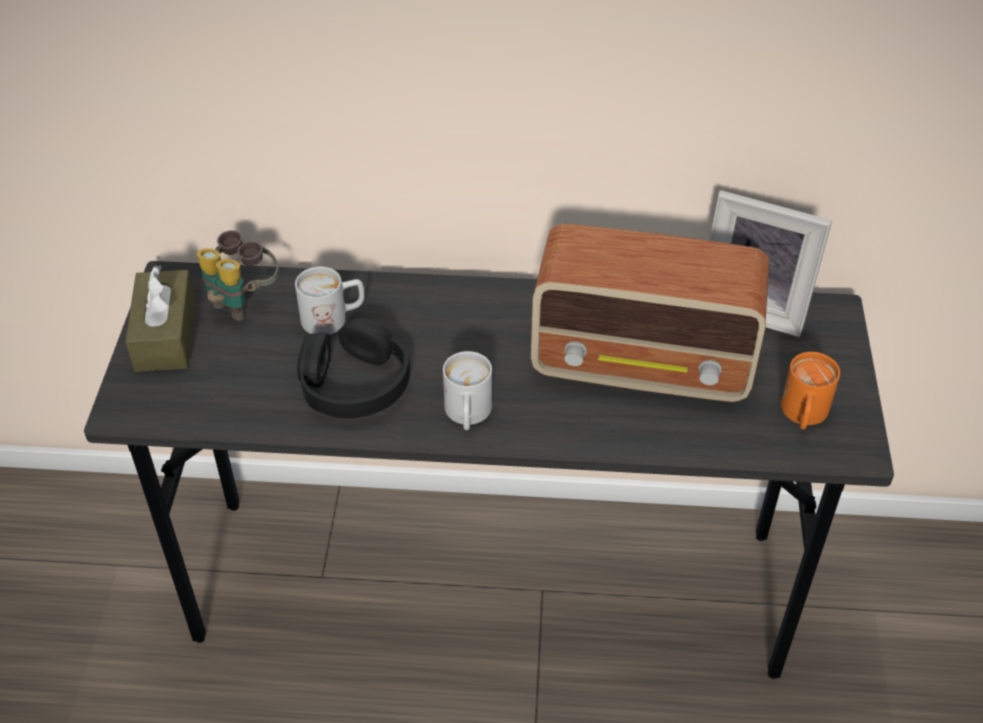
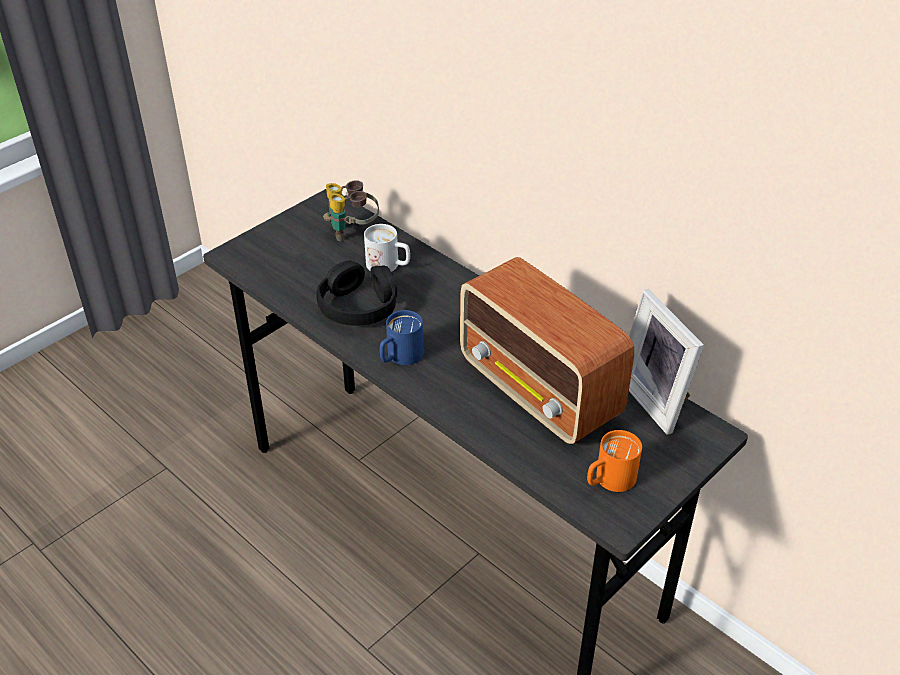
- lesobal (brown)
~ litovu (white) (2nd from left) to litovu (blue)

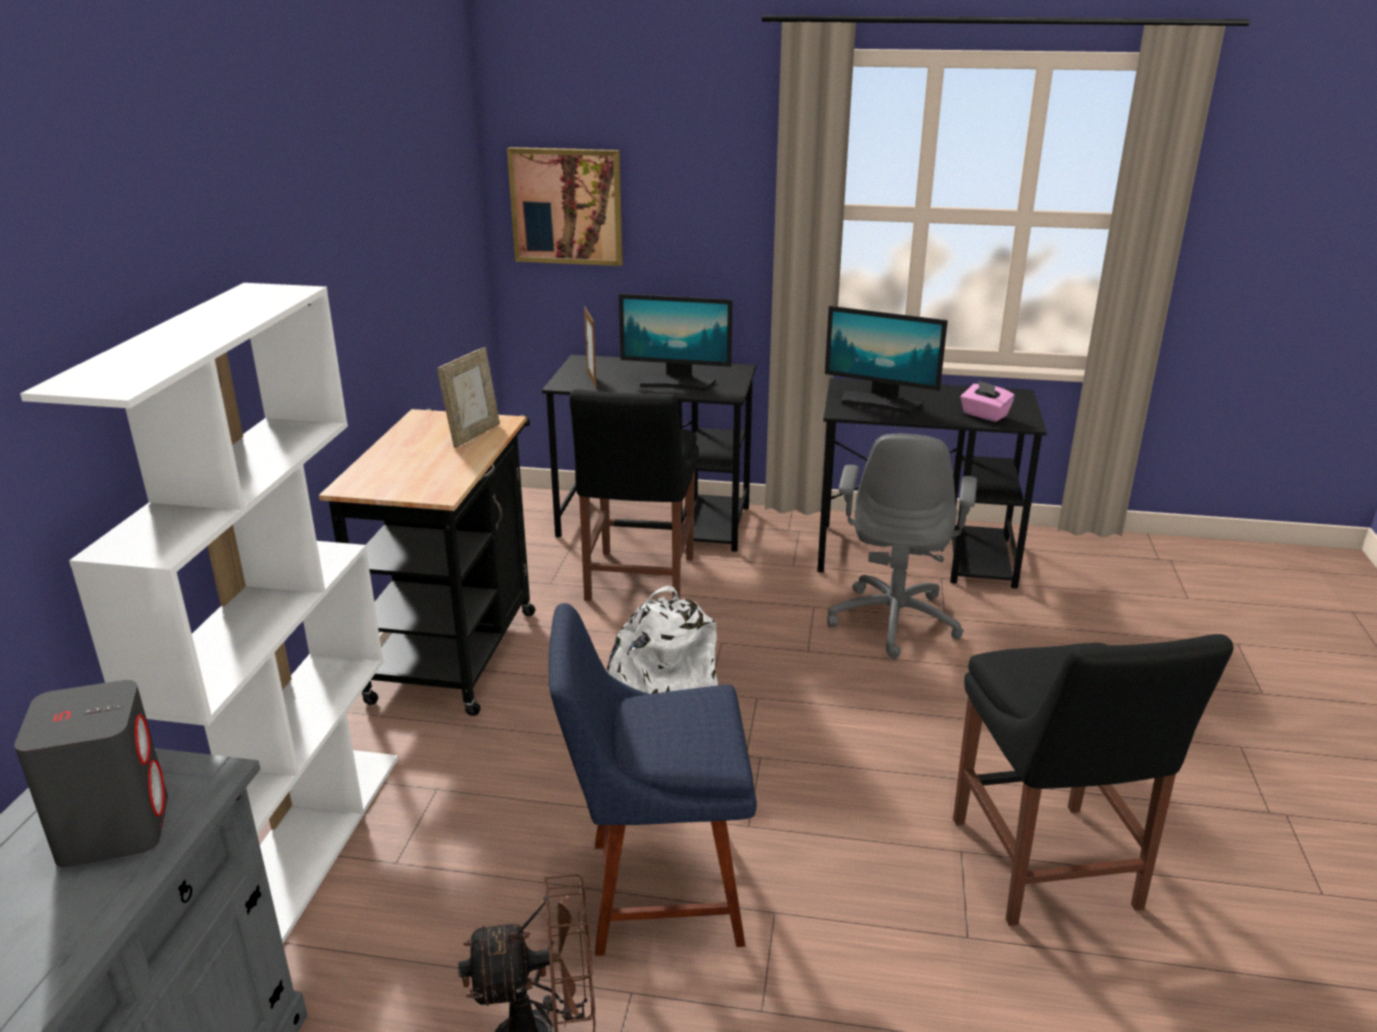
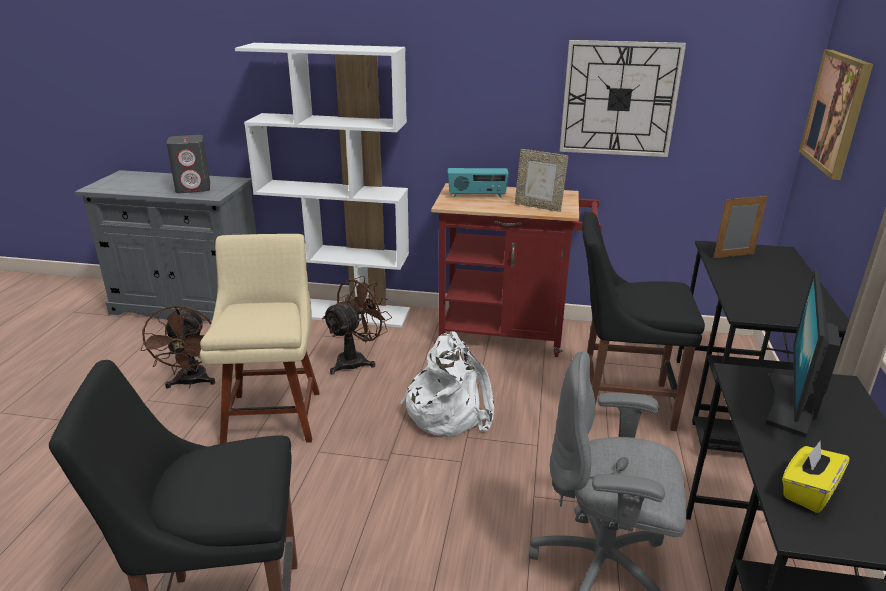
- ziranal (1st from left)
~ lesobal (pink) to lesobal (yellow)
~ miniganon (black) to miniganon (red)
~ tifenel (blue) to tifenel (beige)
+ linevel
+ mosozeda
+ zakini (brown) (2nd from left)

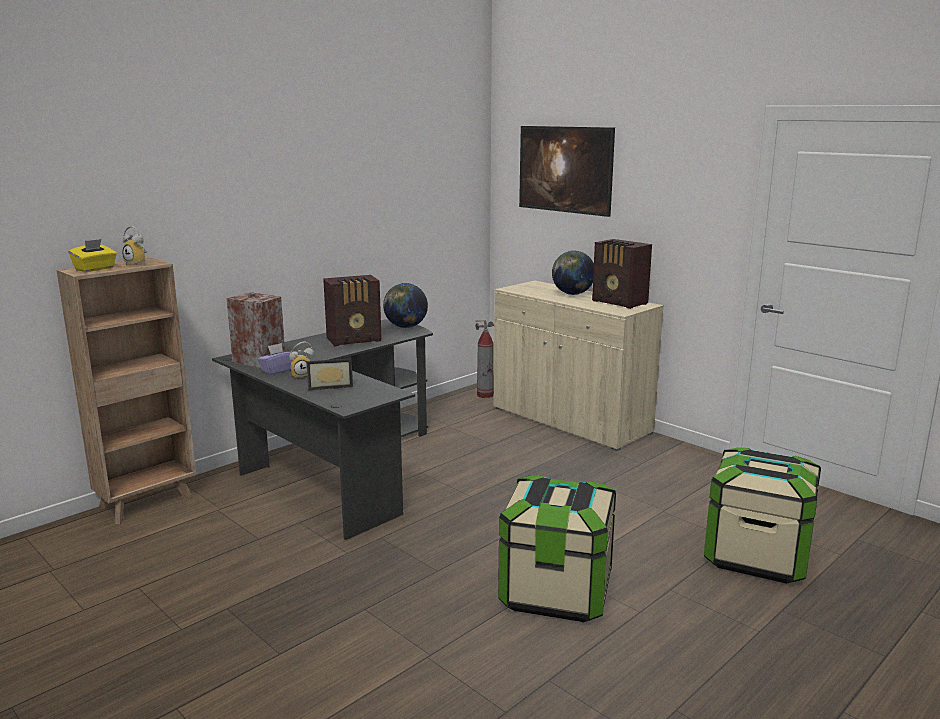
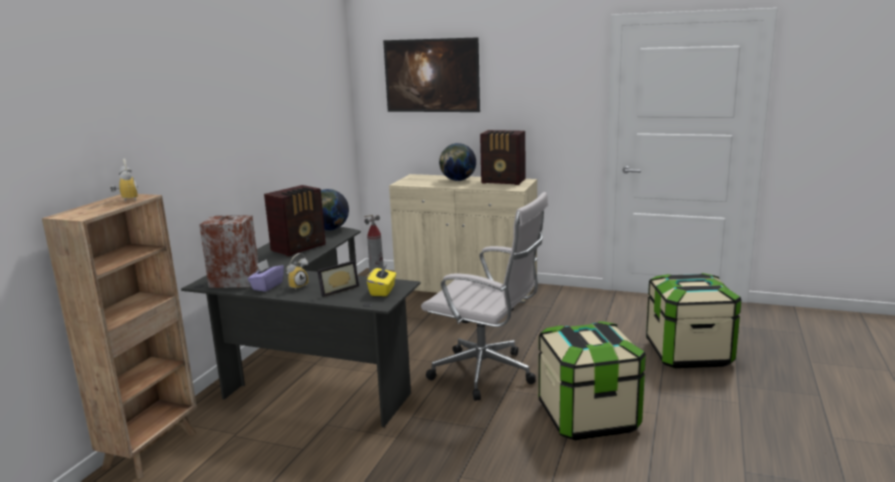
~ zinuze (1st from left) 120 degrees counterclockwise
~ lesobal (yellow)
+ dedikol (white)

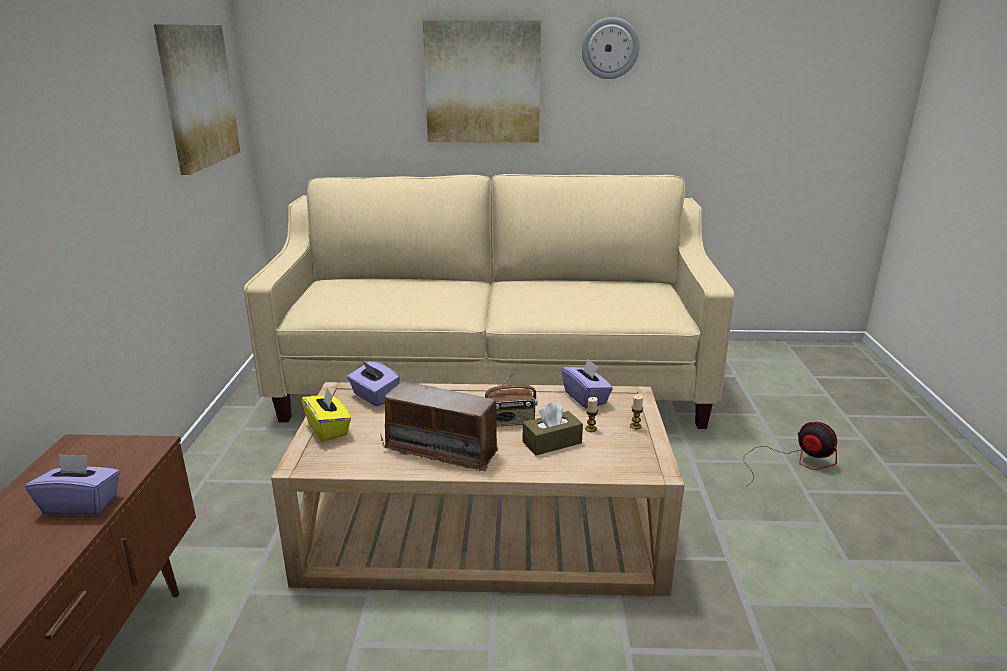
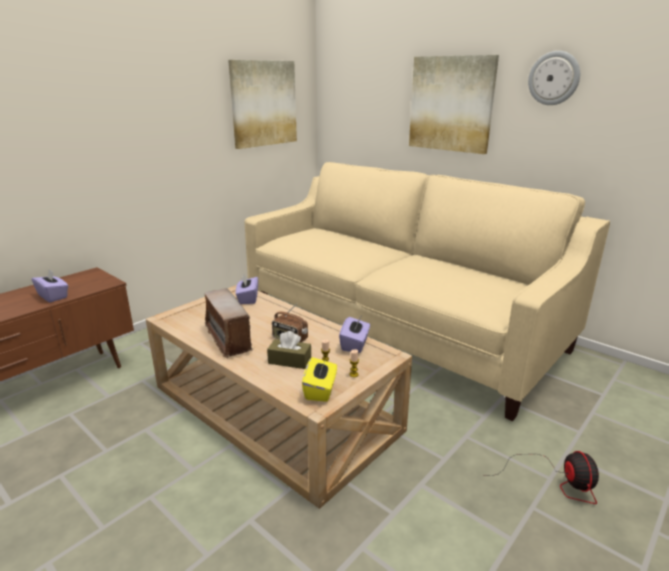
~ lesobal (yellow)

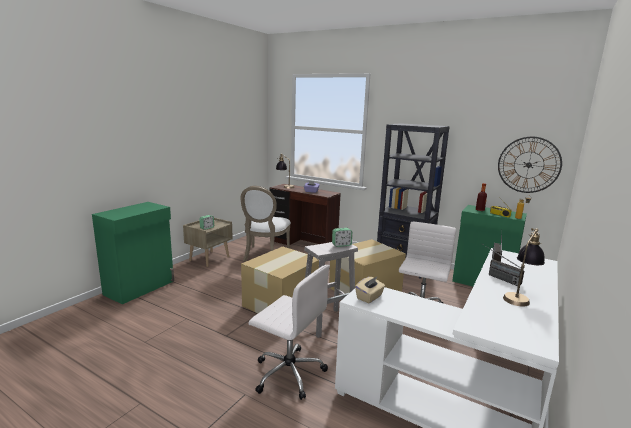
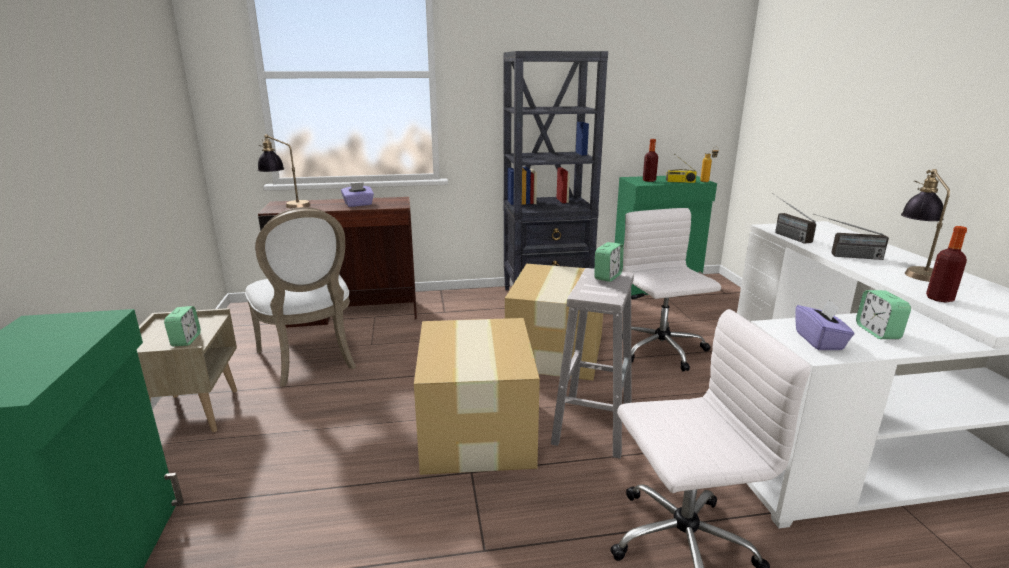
- linevel
~ lesobal (beige) to lesobal (purple) (2nd from left)
+ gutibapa (3rd from left)
+ zinuze (3rd from left)

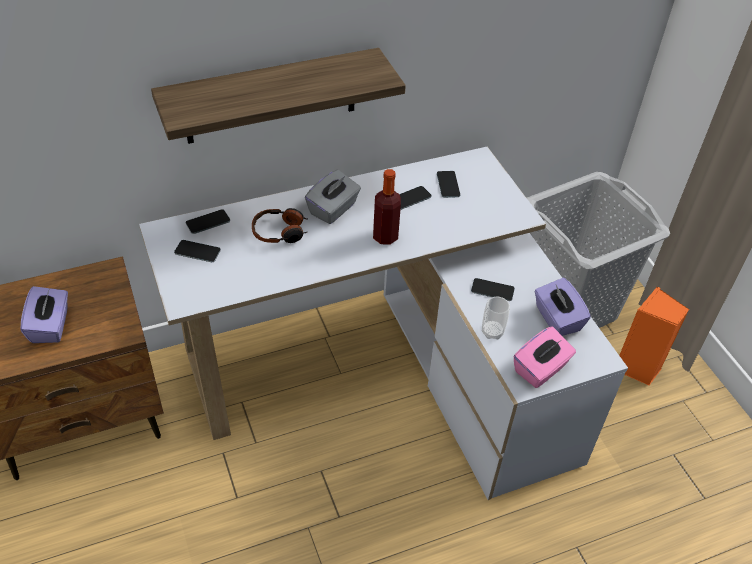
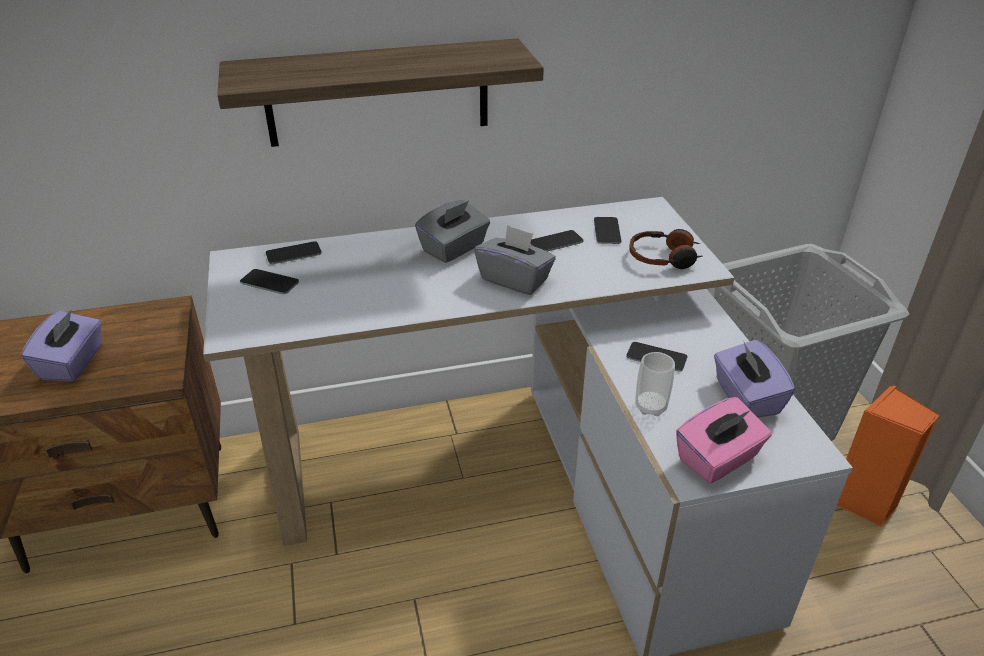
~ gutibapa to lesobal (grey) (2nd from left)
~ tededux

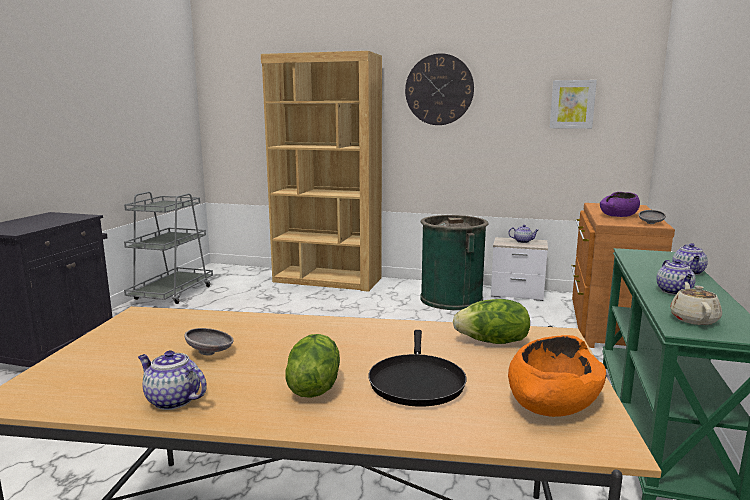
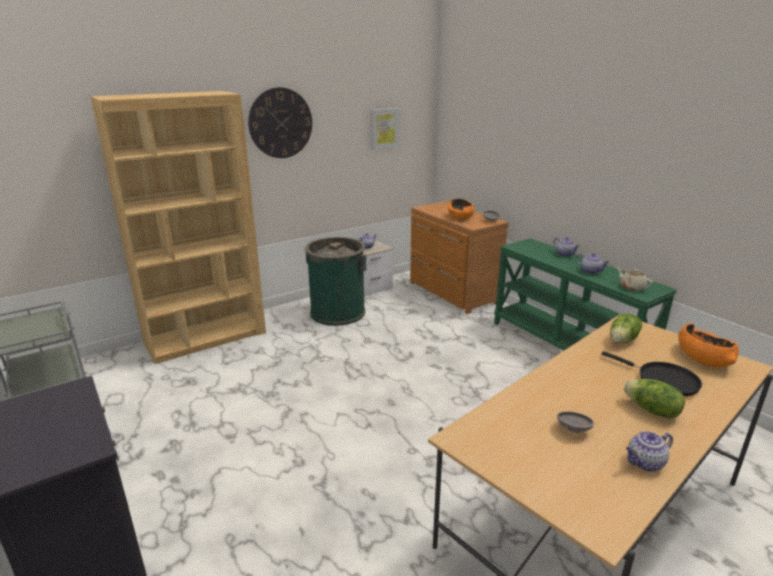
~ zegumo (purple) to zegumo (orange) (1st from left)

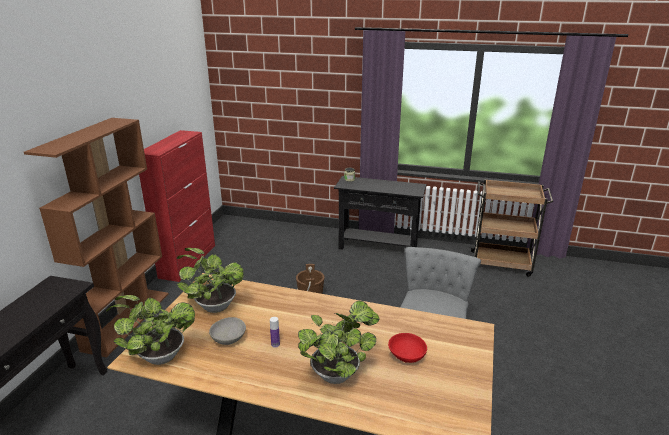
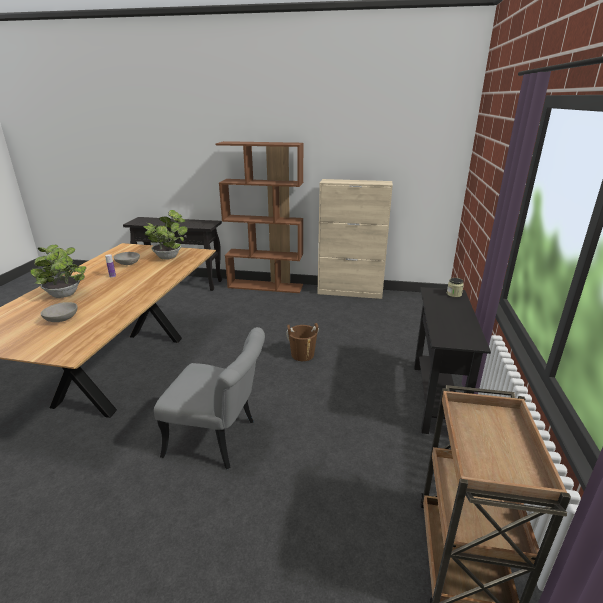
~ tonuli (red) to tonuli (beige)
- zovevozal (1st from left)
~ zegumo (red) to zegumo (grey) (1st from left)

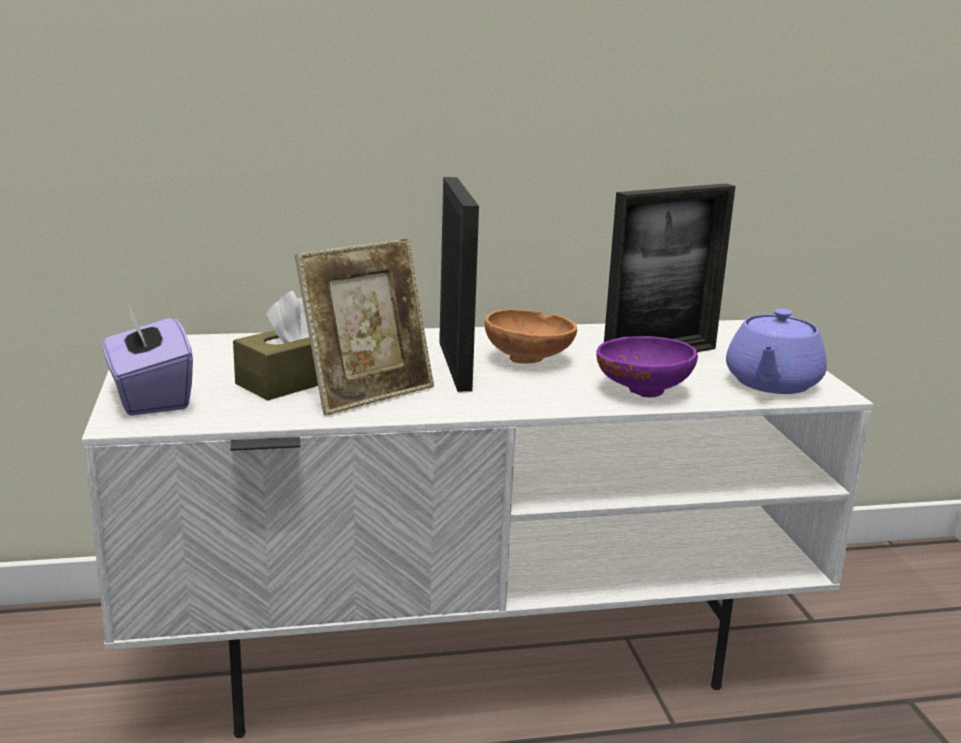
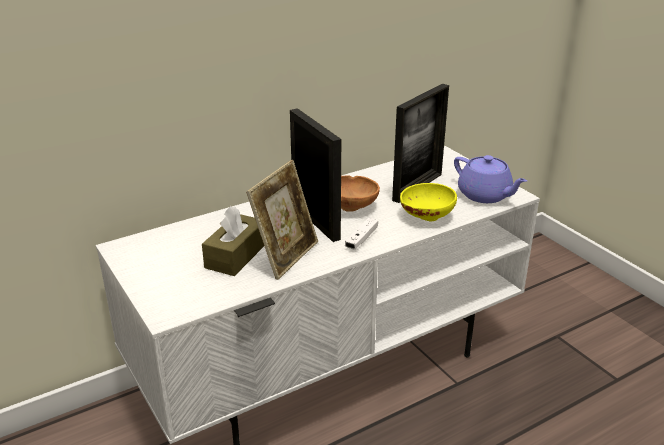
- lesobal (purple)
~ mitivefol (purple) 45 degrees counterclockwise
~ zegumo (purple) to zegumo (yellow)
+ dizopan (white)

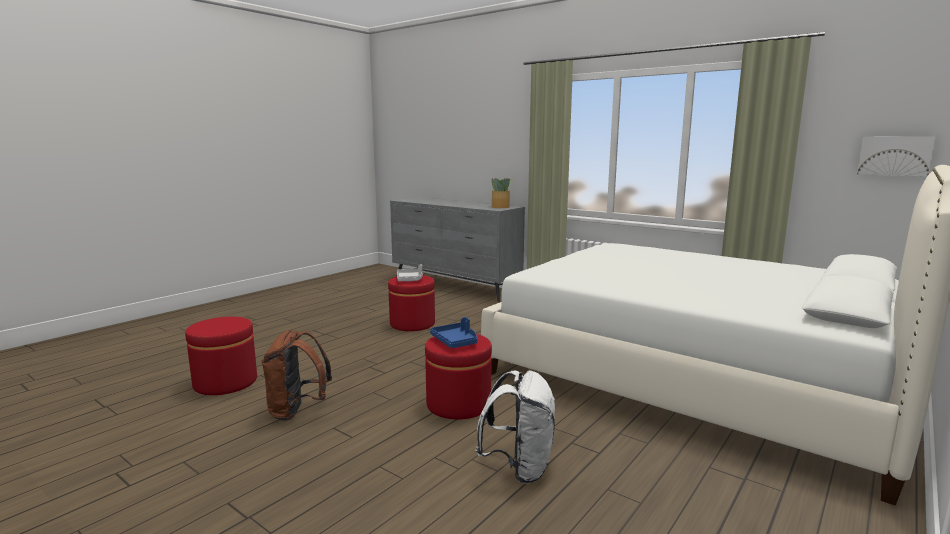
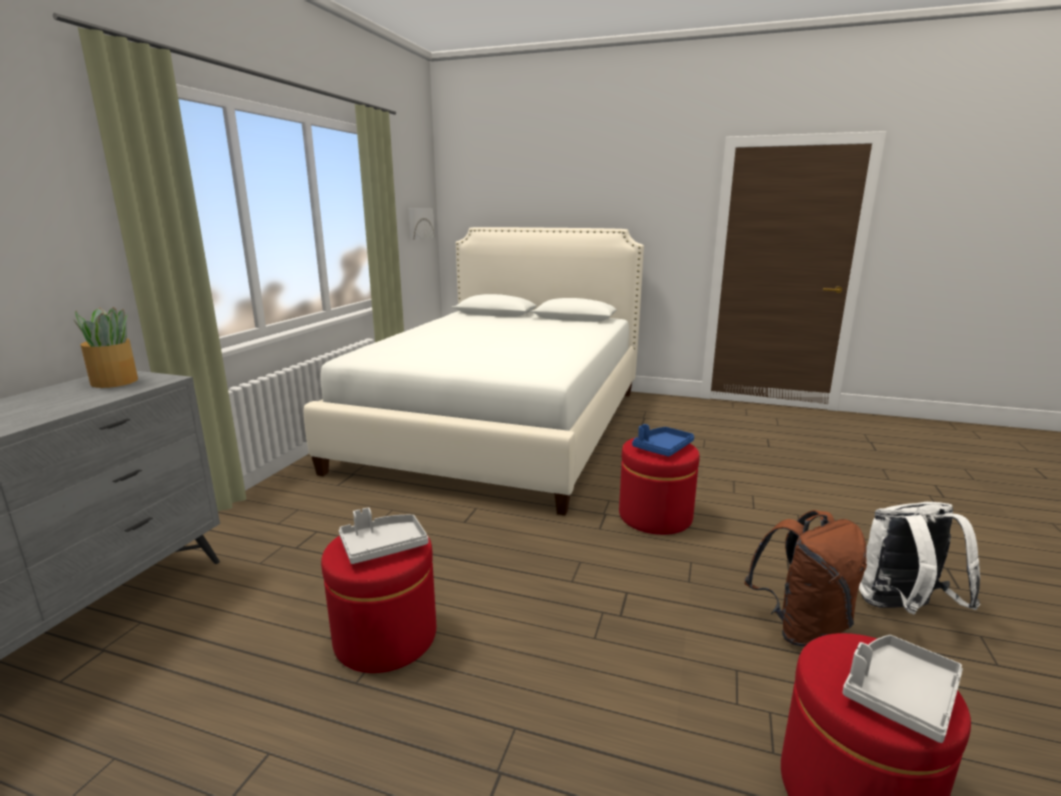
~ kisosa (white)
+ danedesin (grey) (2nd from left)

